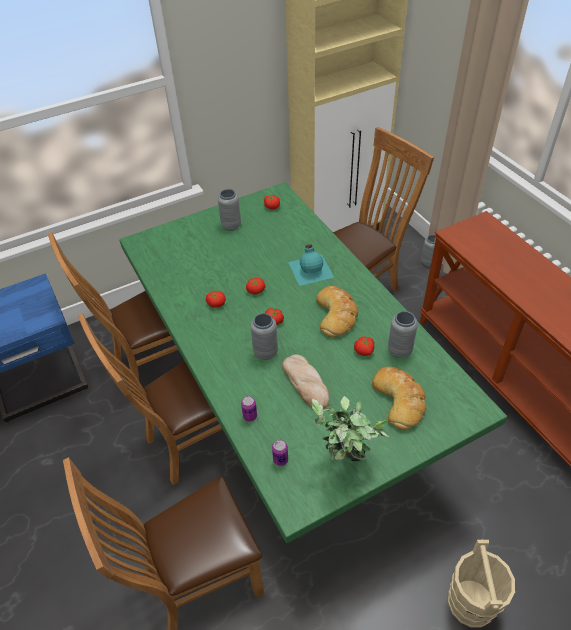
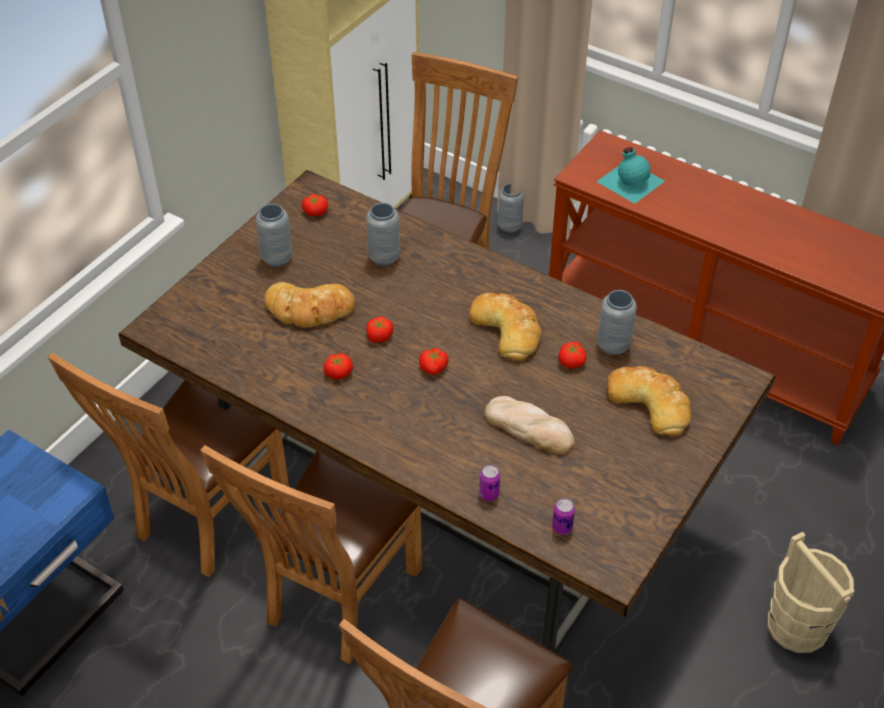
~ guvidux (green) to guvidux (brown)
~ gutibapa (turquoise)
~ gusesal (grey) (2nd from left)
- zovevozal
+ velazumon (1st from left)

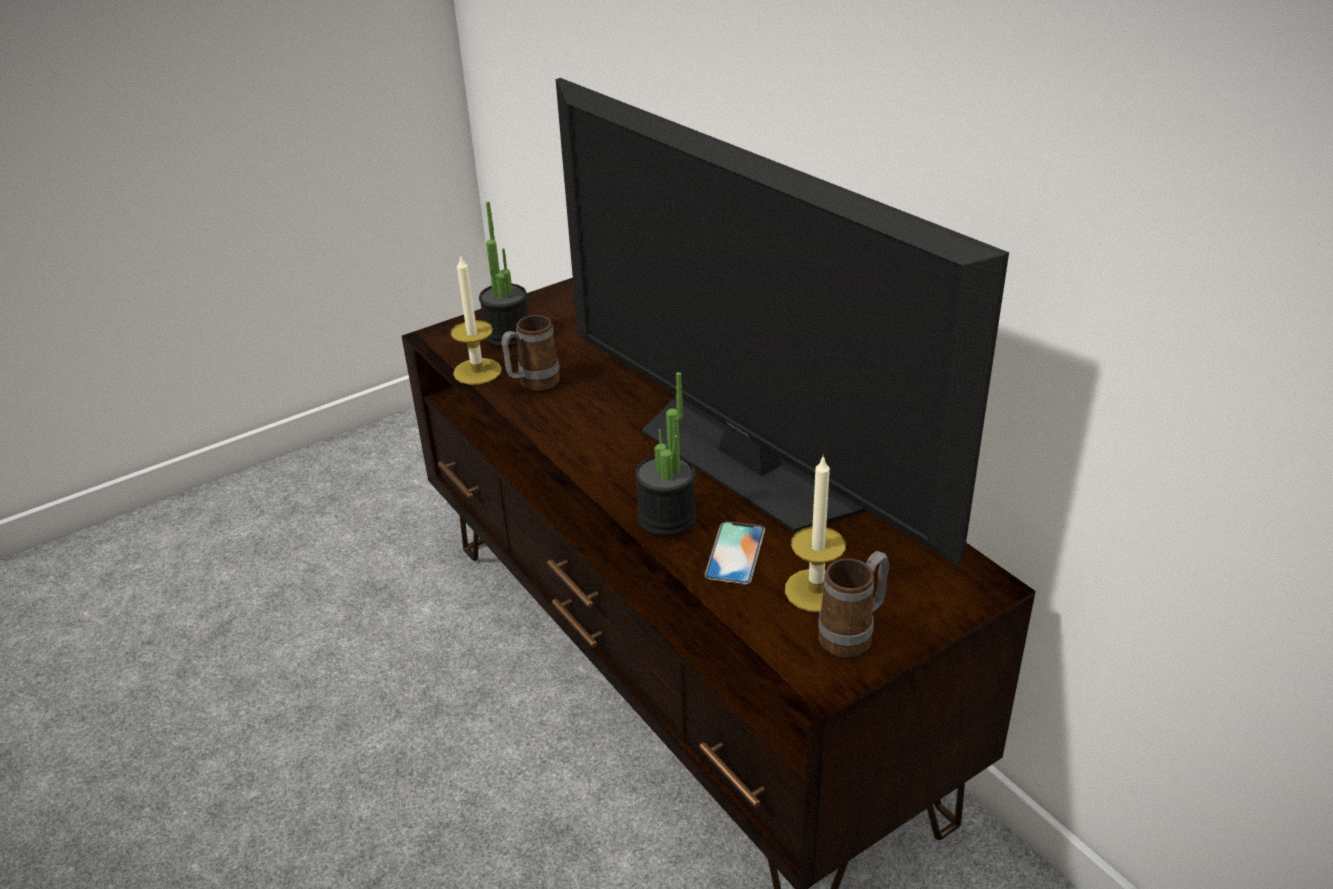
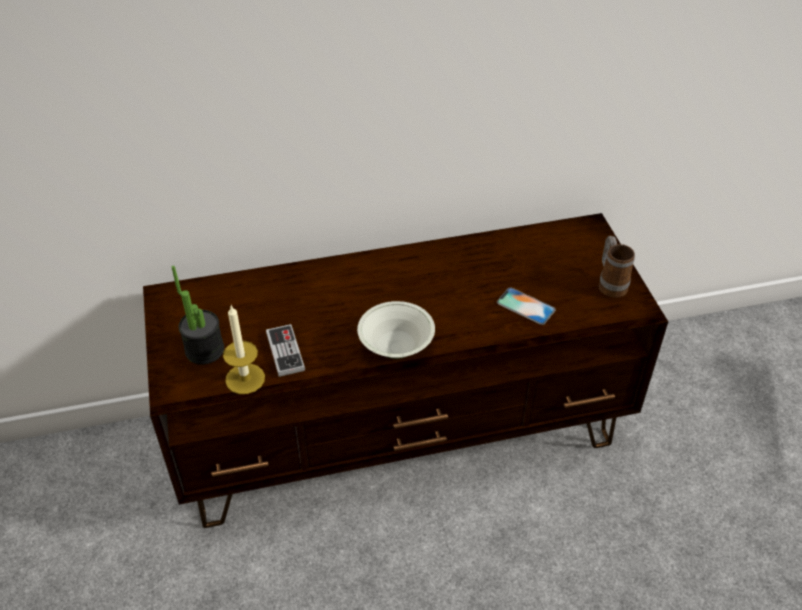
- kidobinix
~ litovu (1st from left) to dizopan
- zovevozal (2nd from left)
- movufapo (2nd from left)
+ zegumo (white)

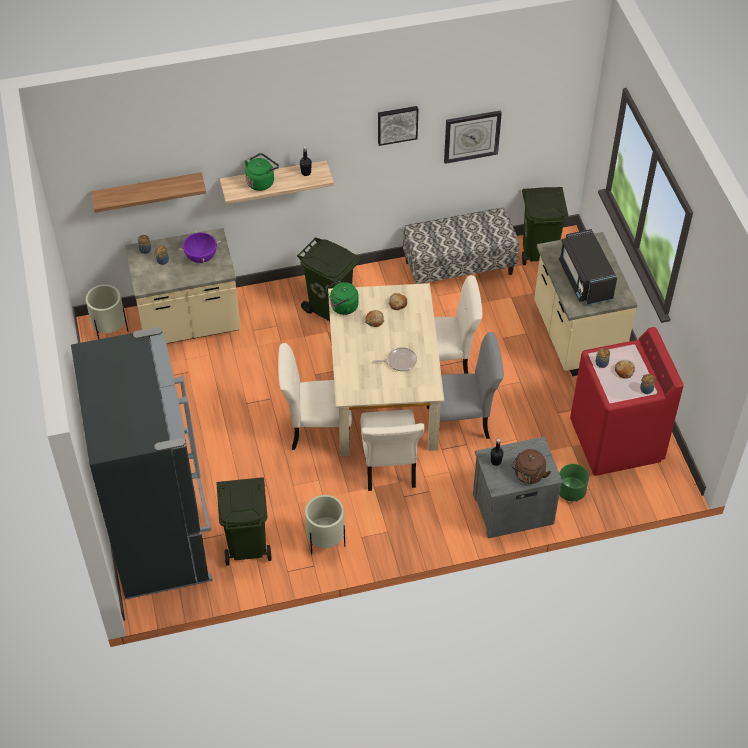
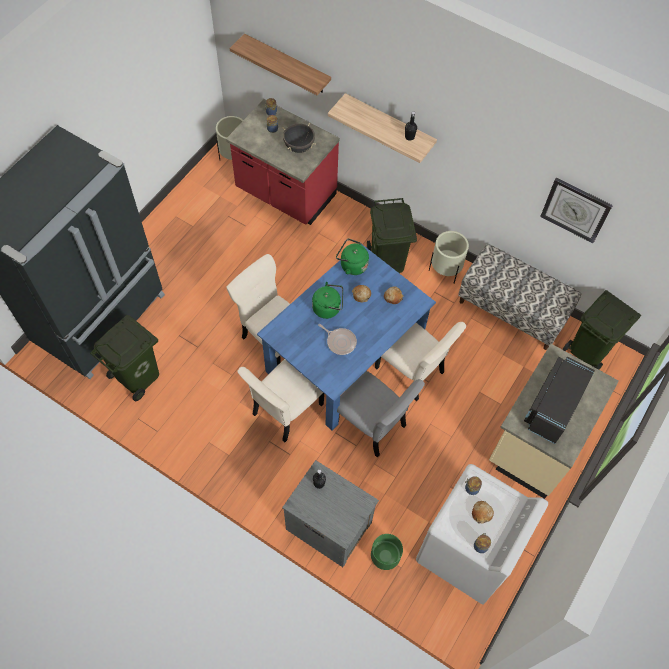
- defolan
~ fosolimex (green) (1st from left)
~ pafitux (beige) (1st from left) to pafitux (red)
~ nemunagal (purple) to nemunagal (black)
~ guvidux (beige) to guvidux (blue)
~ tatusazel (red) to tatusazel (white)
- fosolimex (brown)
~ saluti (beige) (2nd from left)

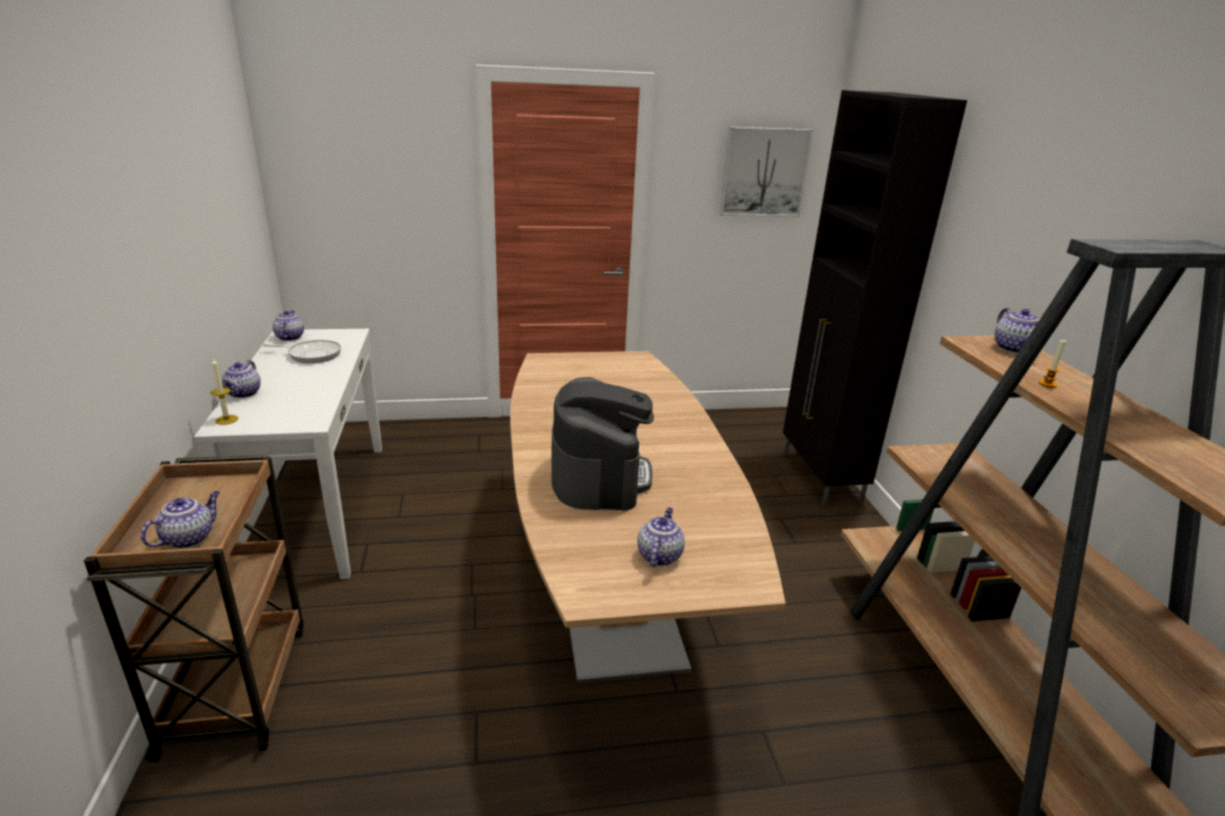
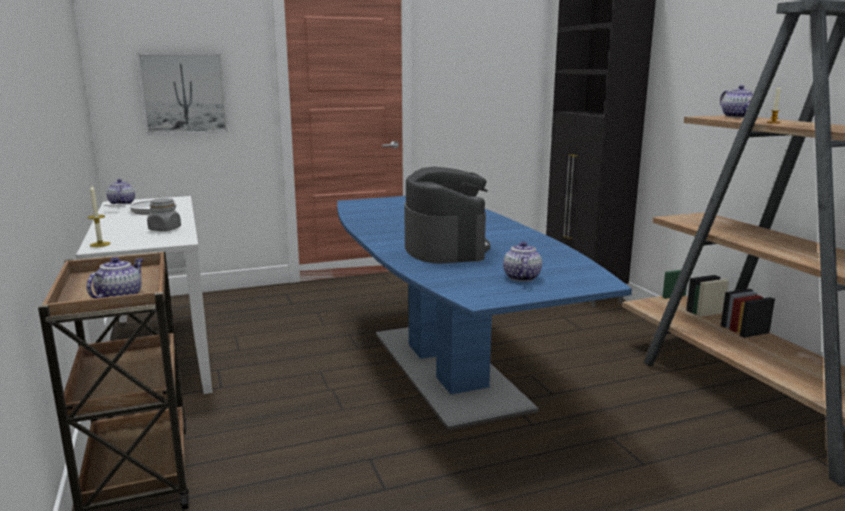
~ defolan
~ guvidux (brown) to guvidux (blue)
- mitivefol (2nd from left)
+ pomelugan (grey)

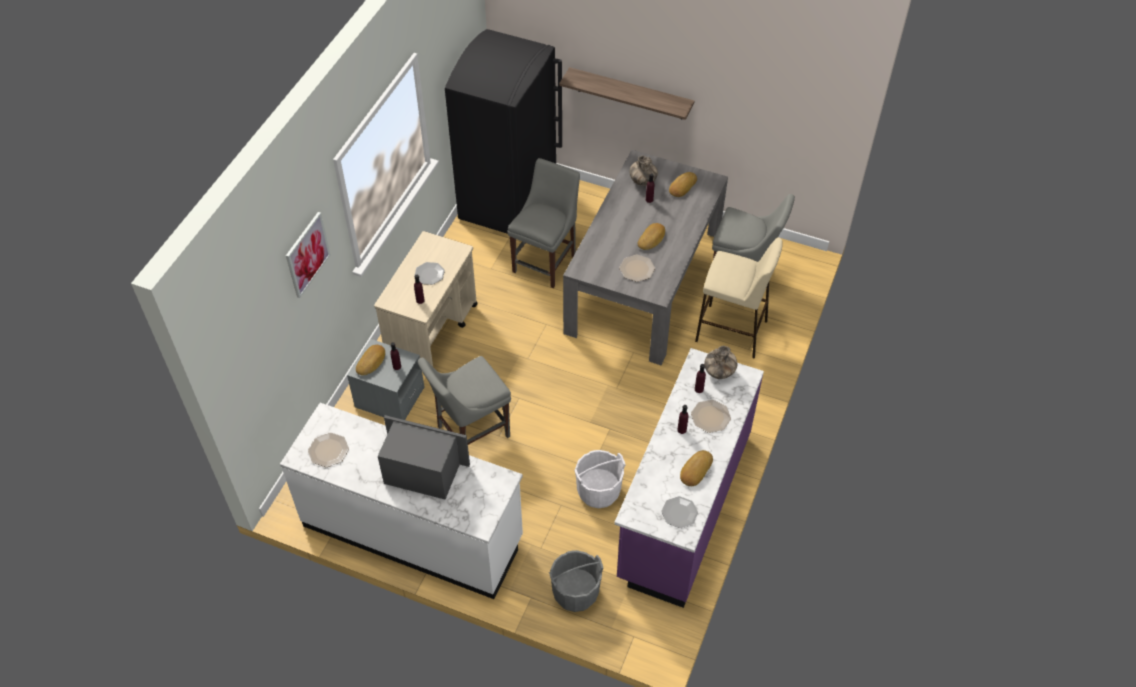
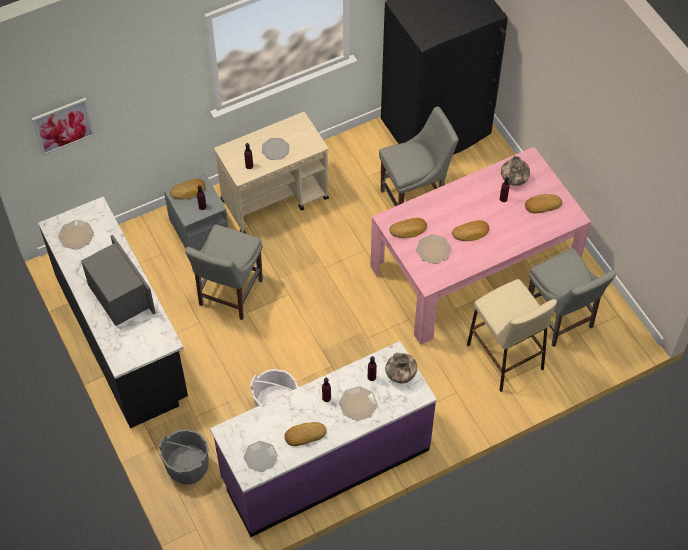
- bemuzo
~ guvidux (grey) to guvidux (pink)
~ defolan
~ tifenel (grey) (1st from left) 75 degrees counterclockwise
~ pafitux (white) to pafitux (black)
+ velazumon (3rd from left)

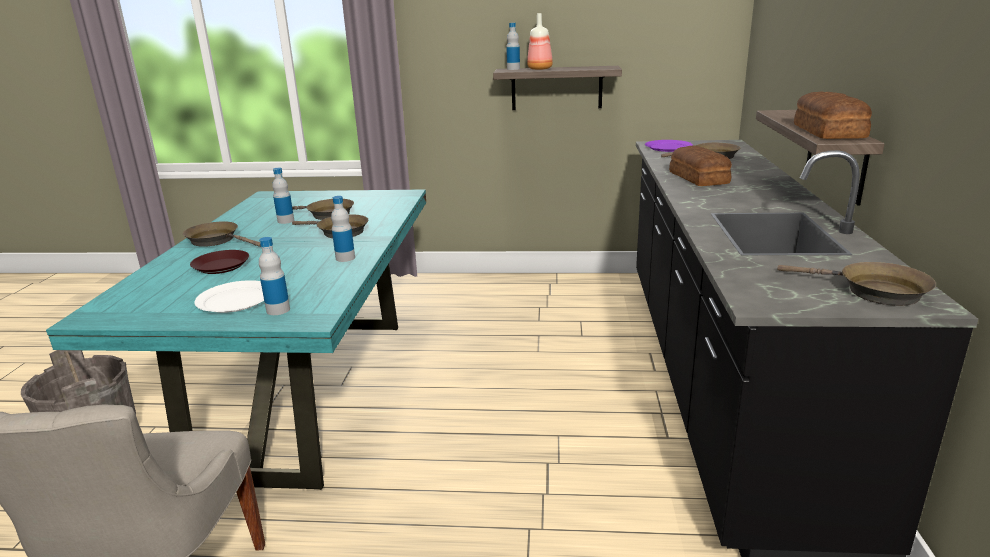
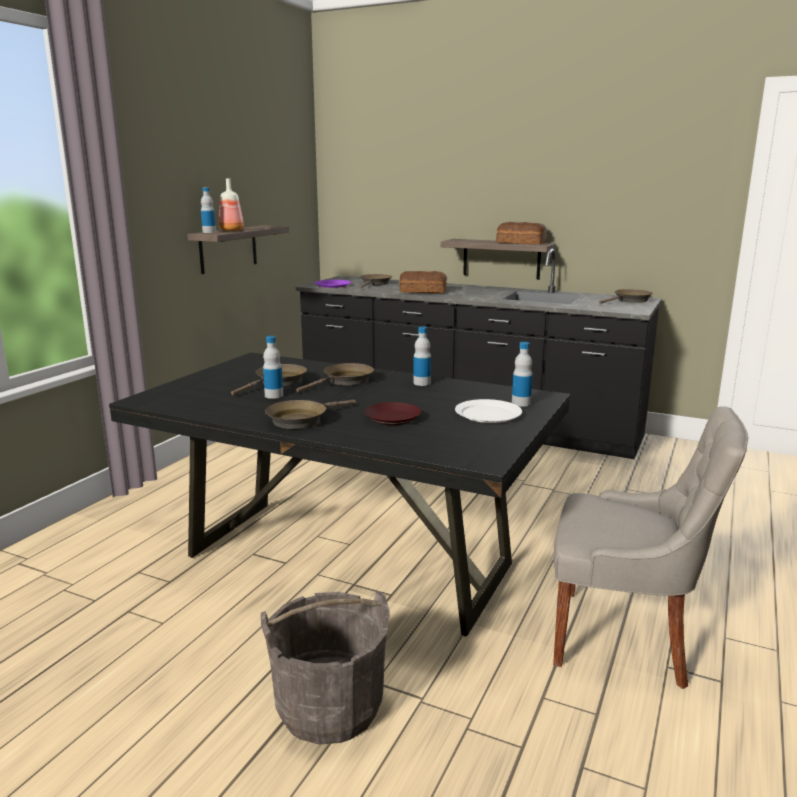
~ guvidux (turquoise) to guvidux (black)

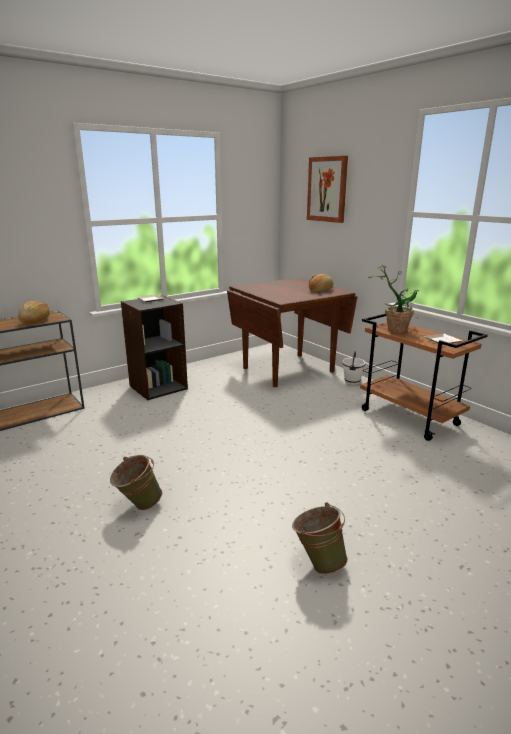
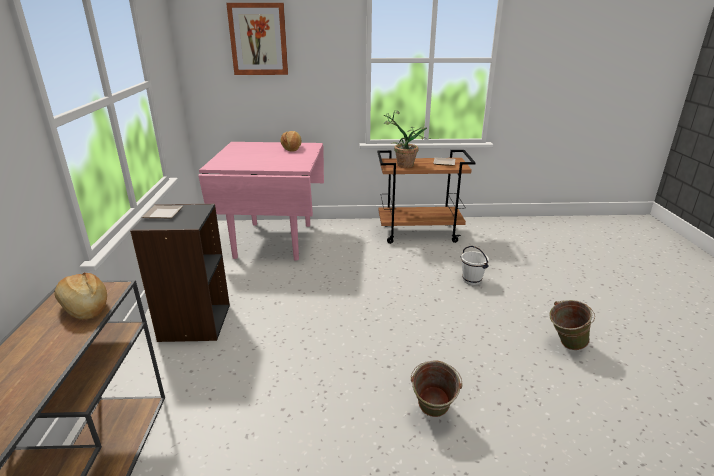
~ guvidux (brown) to guvidux (pink)
~ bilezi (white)

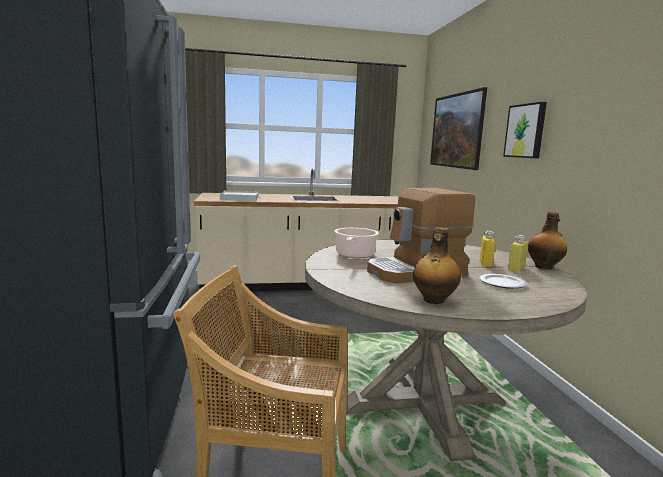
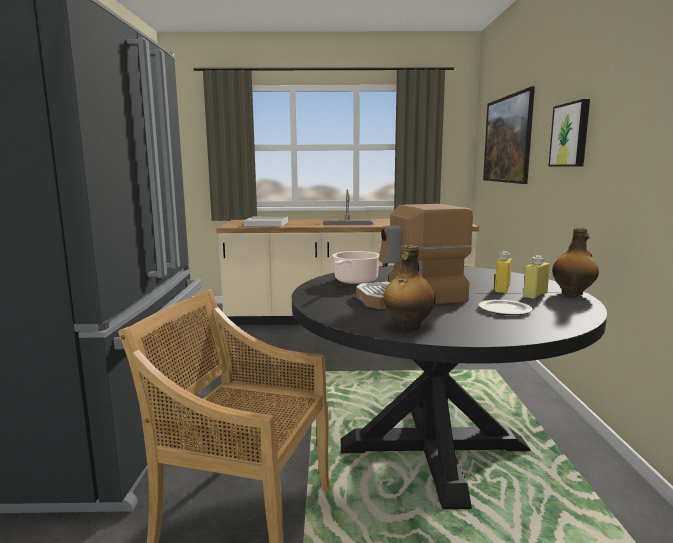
~ guvidux (beige) to guvidux (black)

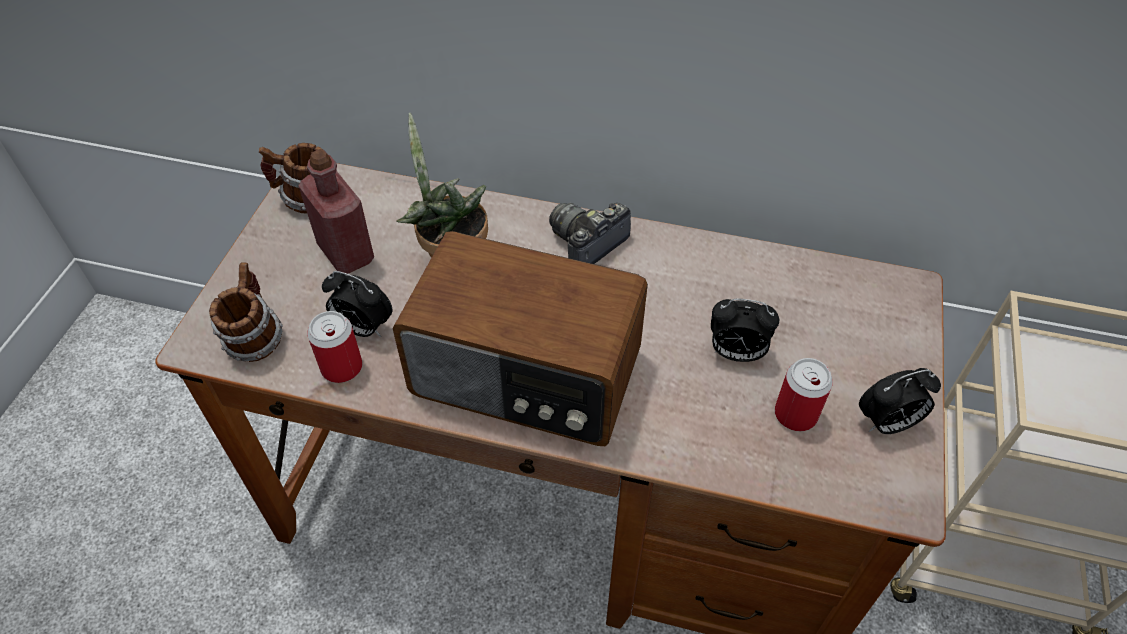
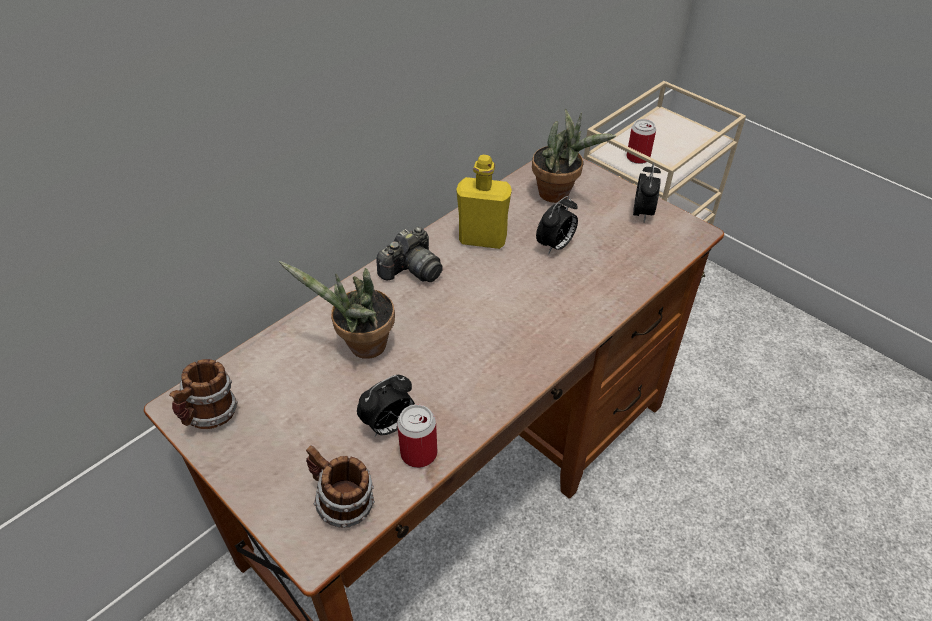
- gutibapa (red)
~ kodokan 120 degrees counterclockwise
- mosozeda
~ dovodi (2nd from left)
+ zovevozal (2nd from left)
+ gutibapa (yellow)

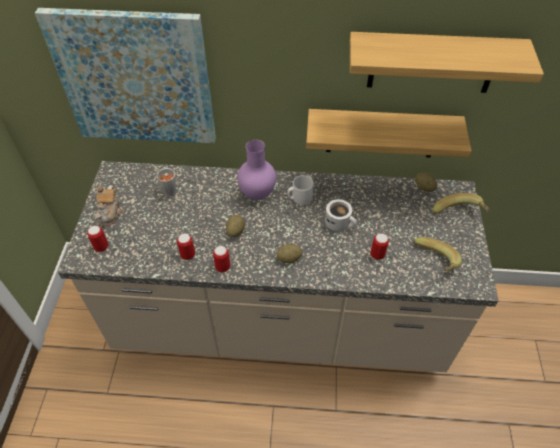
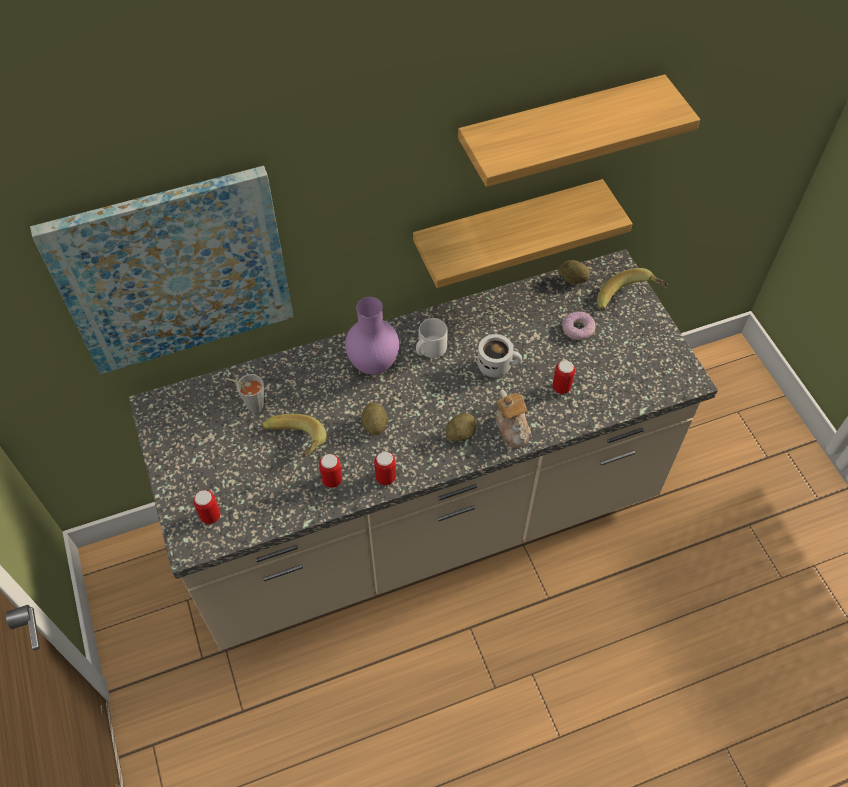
~ mitivefol
~ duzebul (1st from left)
+ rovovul

